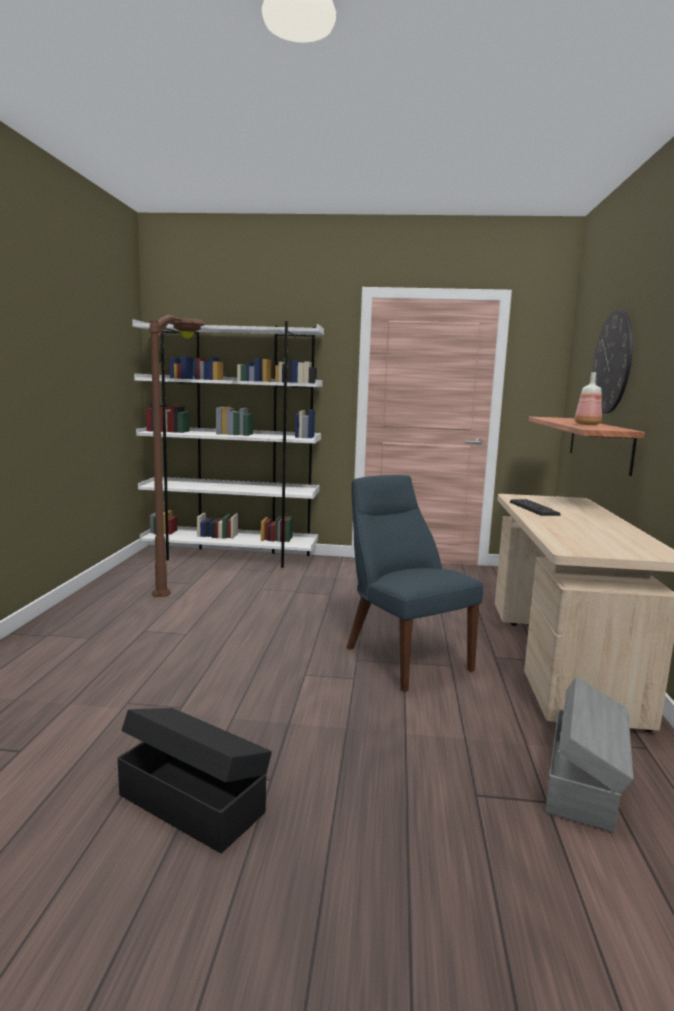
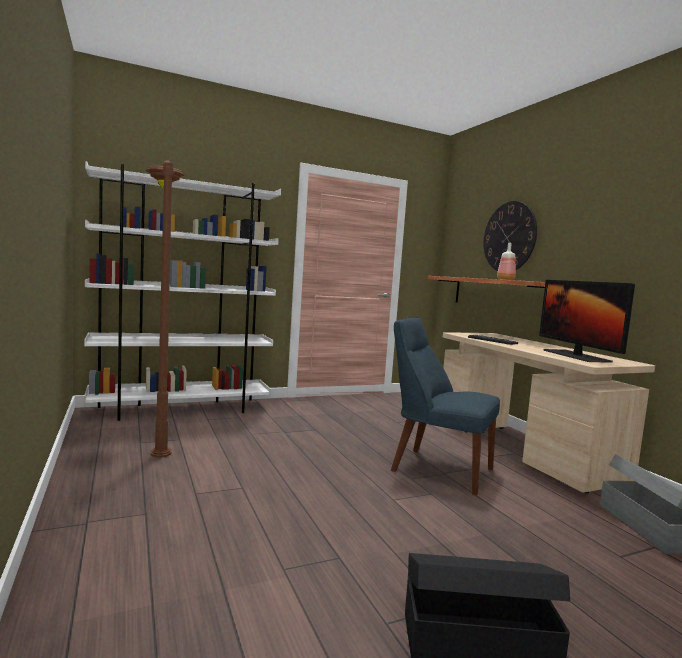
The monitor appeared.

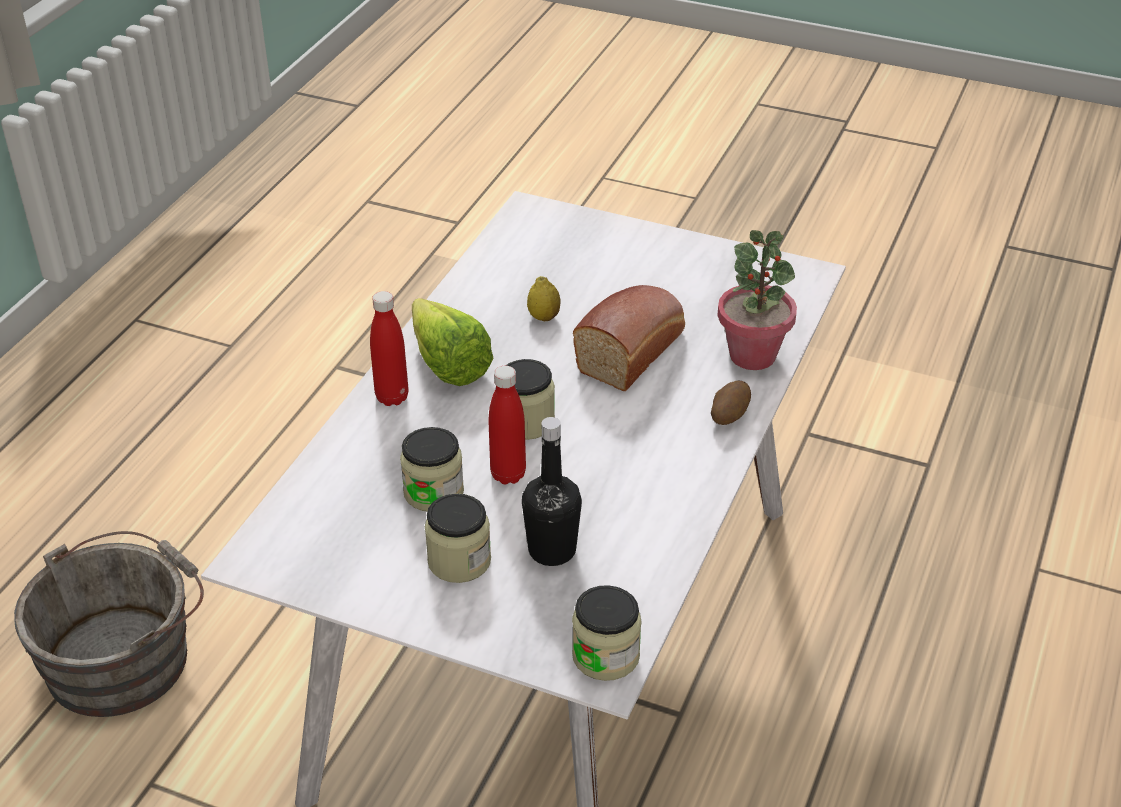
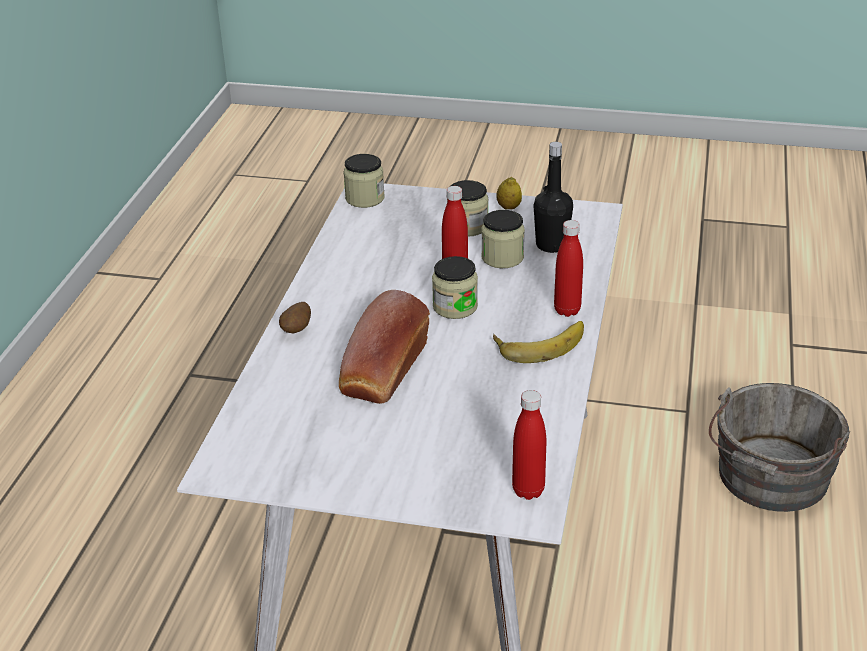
The planta en maceta disappeared.
The botella/rojo (no. 2 from left) appeared.
The botella/negro moved.
The limón moved.
The lechuga was replaced by the plátano.

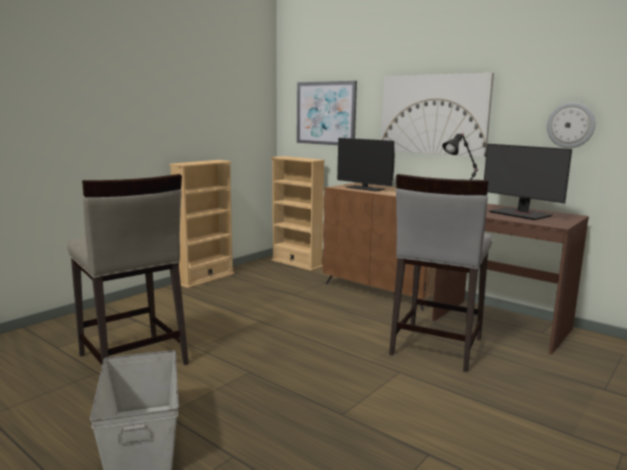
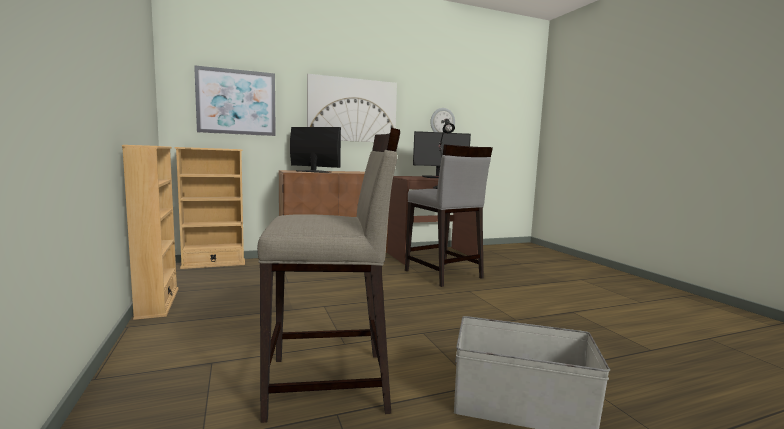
The monitor (no. 1 from left) turned 135 degrees counterclockwise.

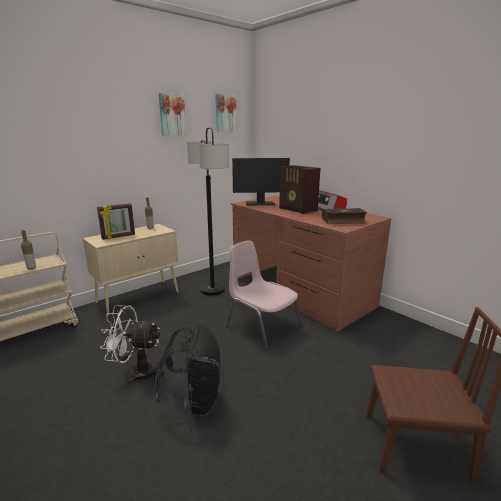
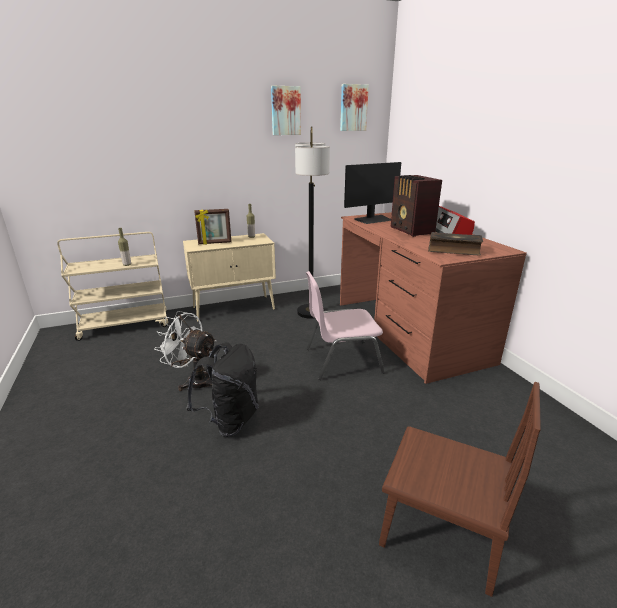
The silla/rosa turned 75 degrees counterclockwise.
The monitor turned 135 degrees clockwise.

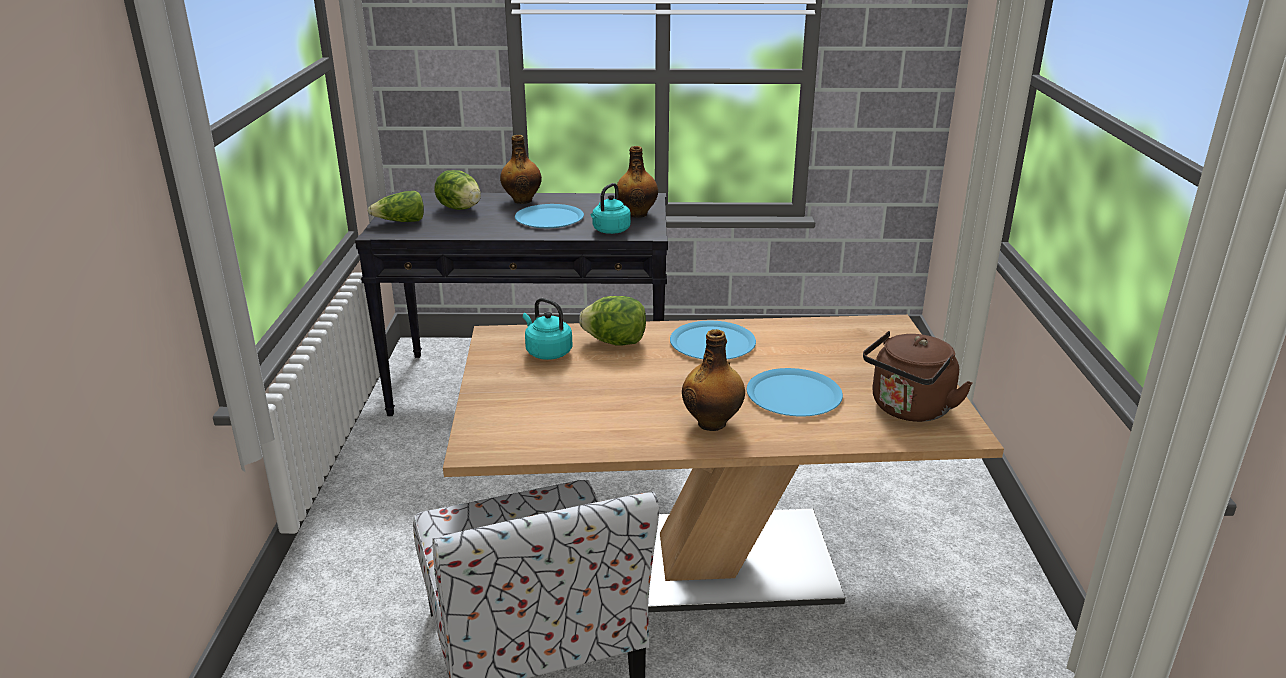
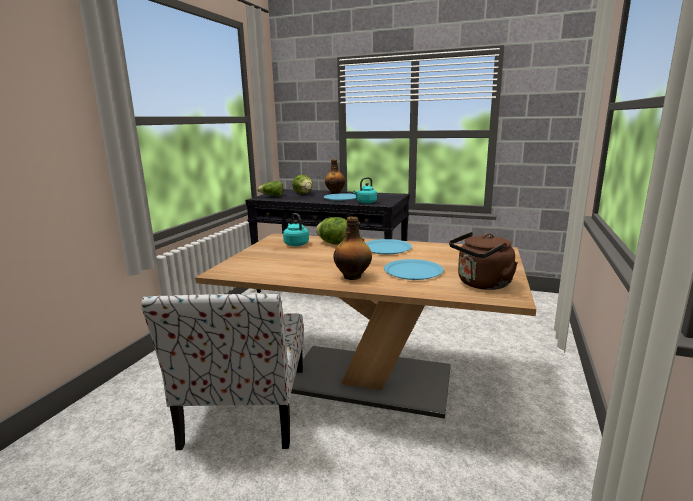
The botella (no. 2 from left) disappeared.

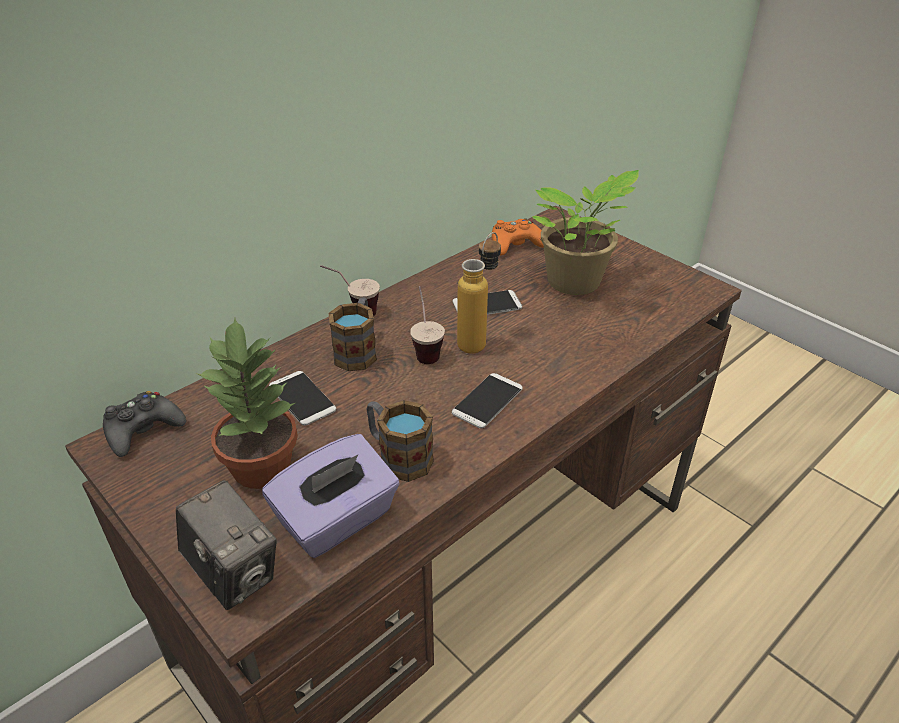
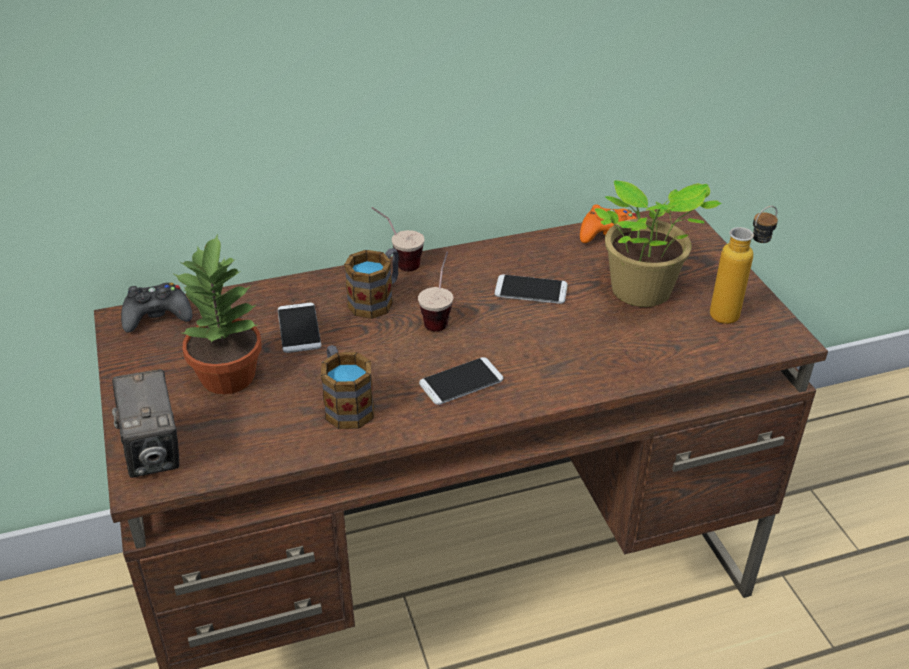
The caja de pañuelos/morado disappeared.
The botella moved.

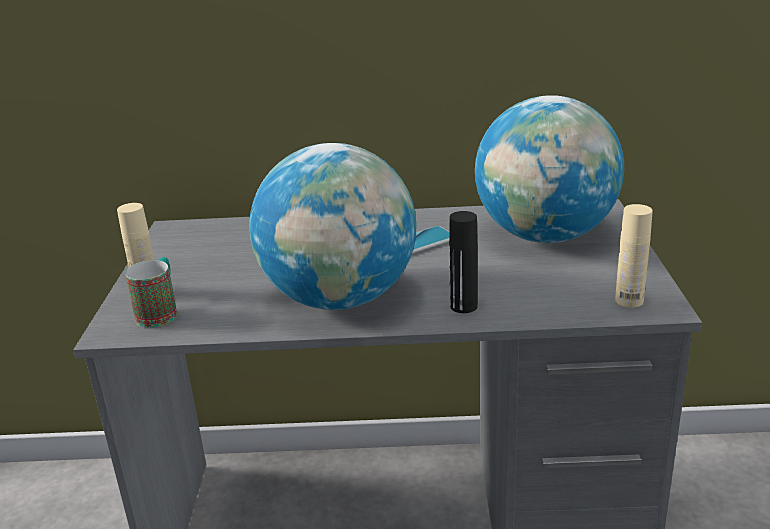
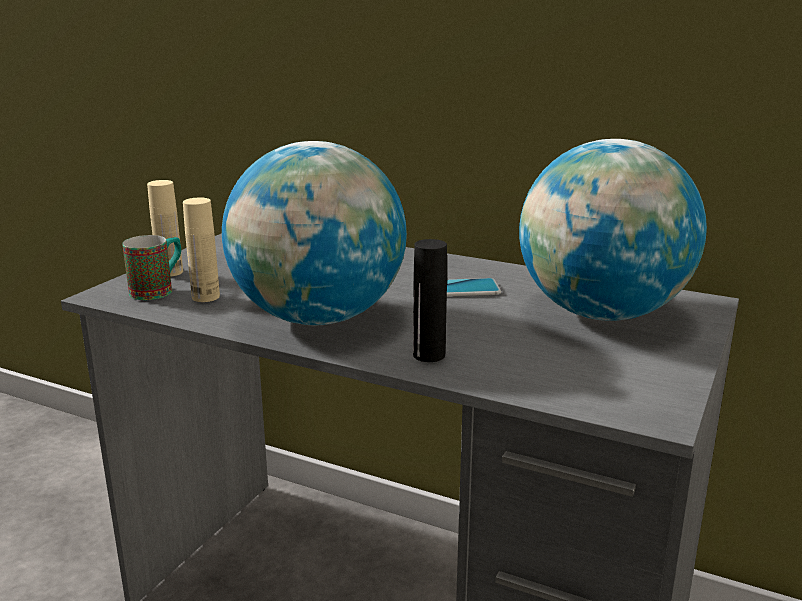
The botella/beis (no. 2 from left) moved.

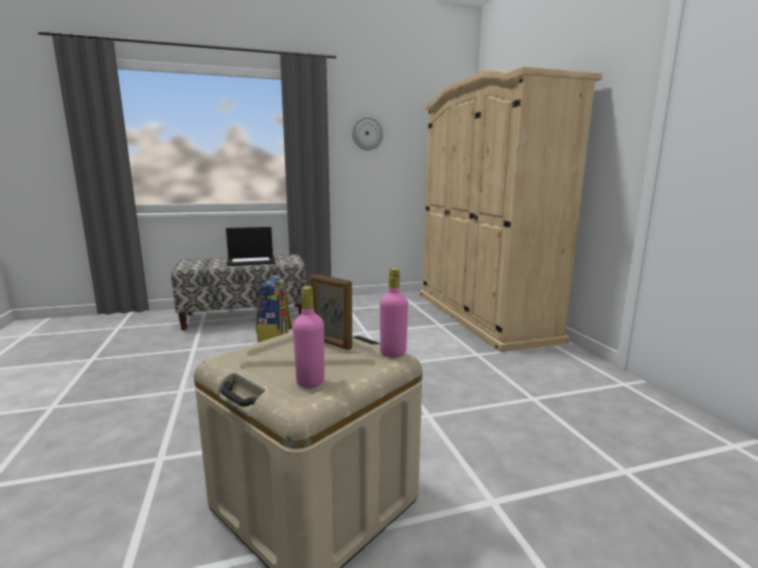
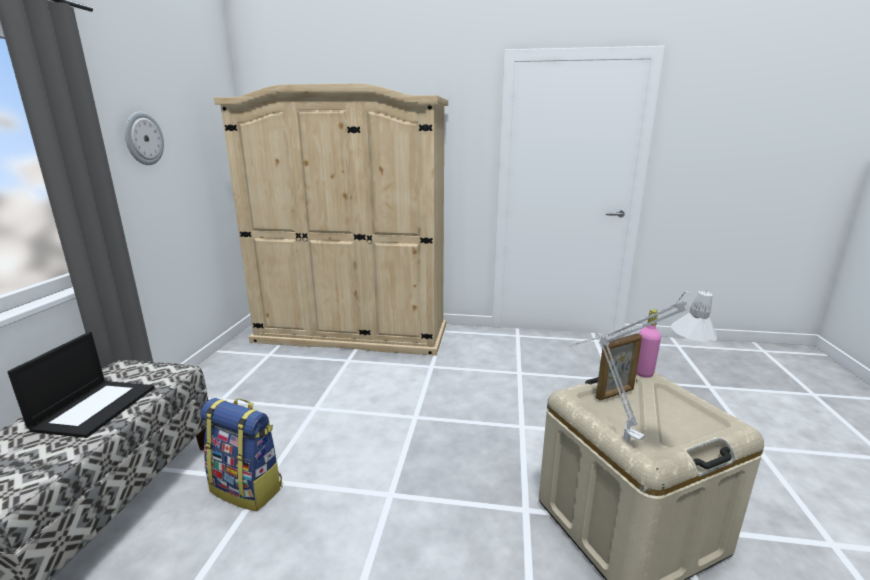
The botella/rosa (no. 1 from left) disappeared.
The lámpara de mesa/gris appeared.

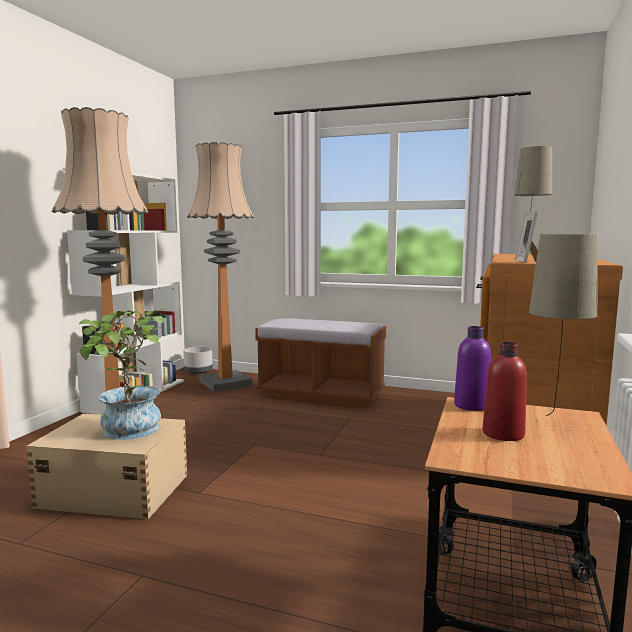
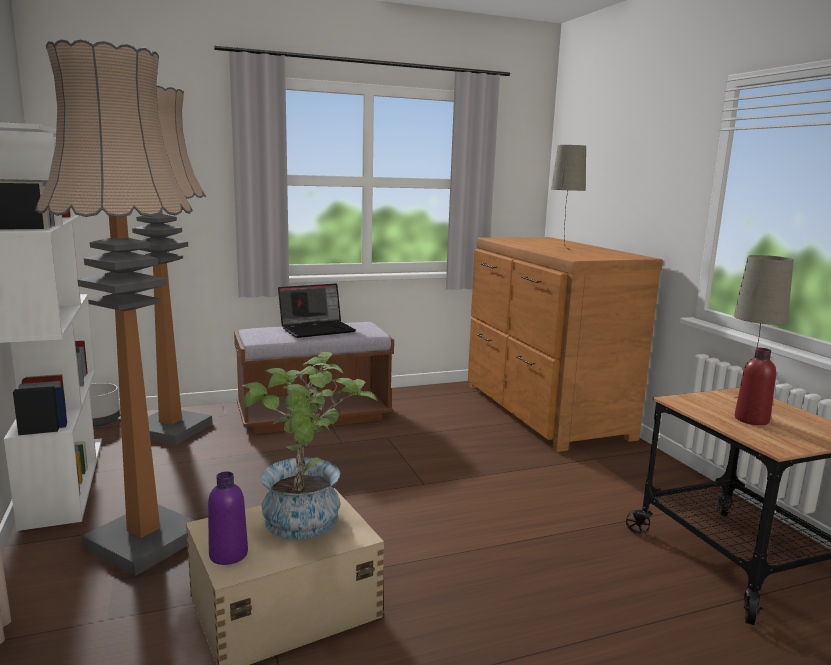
The portarretratos disappeared.
The portátil appeared.
The botella/morado moved.

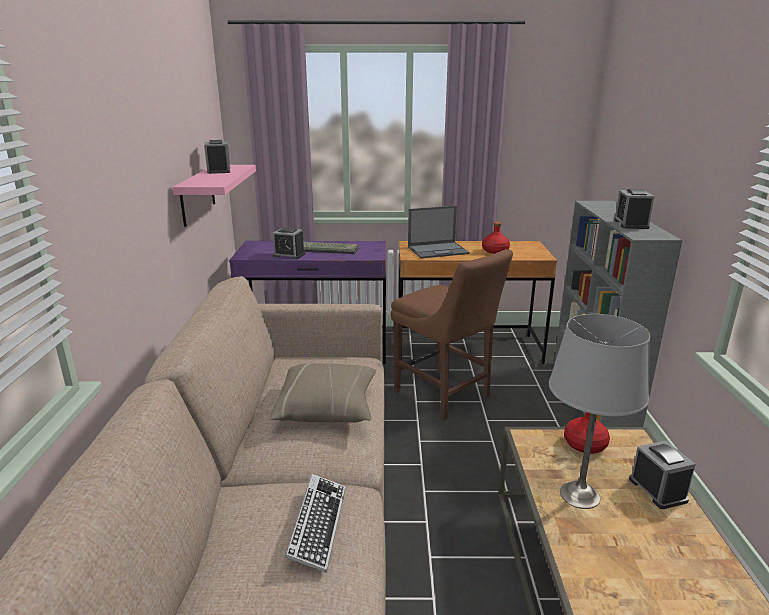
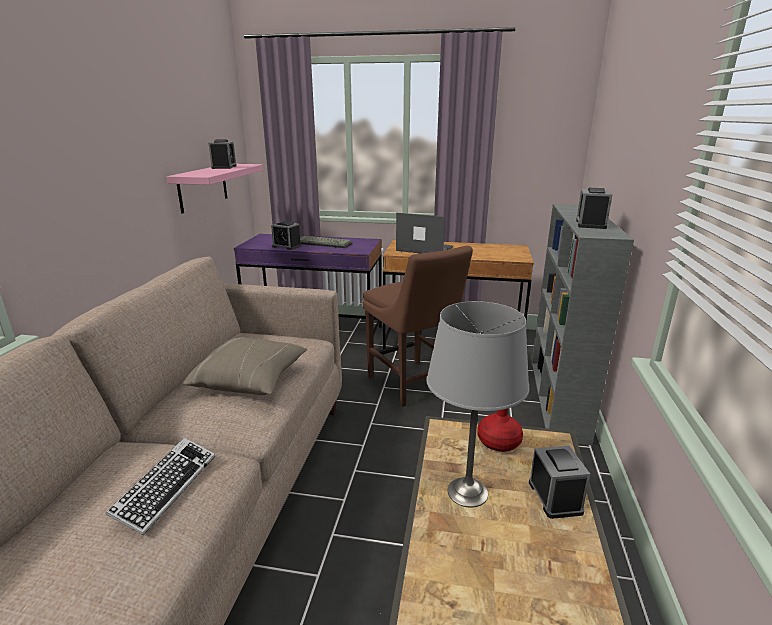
The botella/rojo (no. 1 from left) disappeared.
The portátil turned 150 degrees counterclockwise.

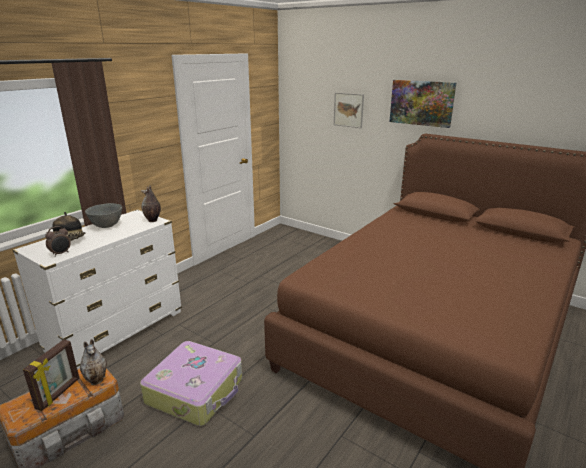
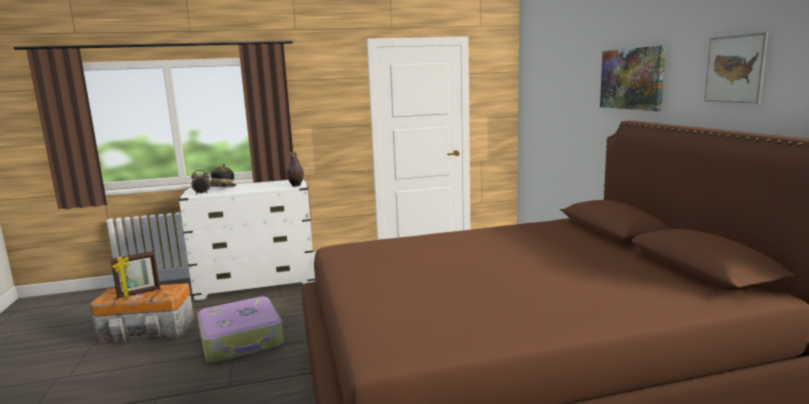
The florero (no. 1 from left) disappeared.
The cuenco/gris disappeared.
The cuadro (no. 1 from left in the first image) moved.

